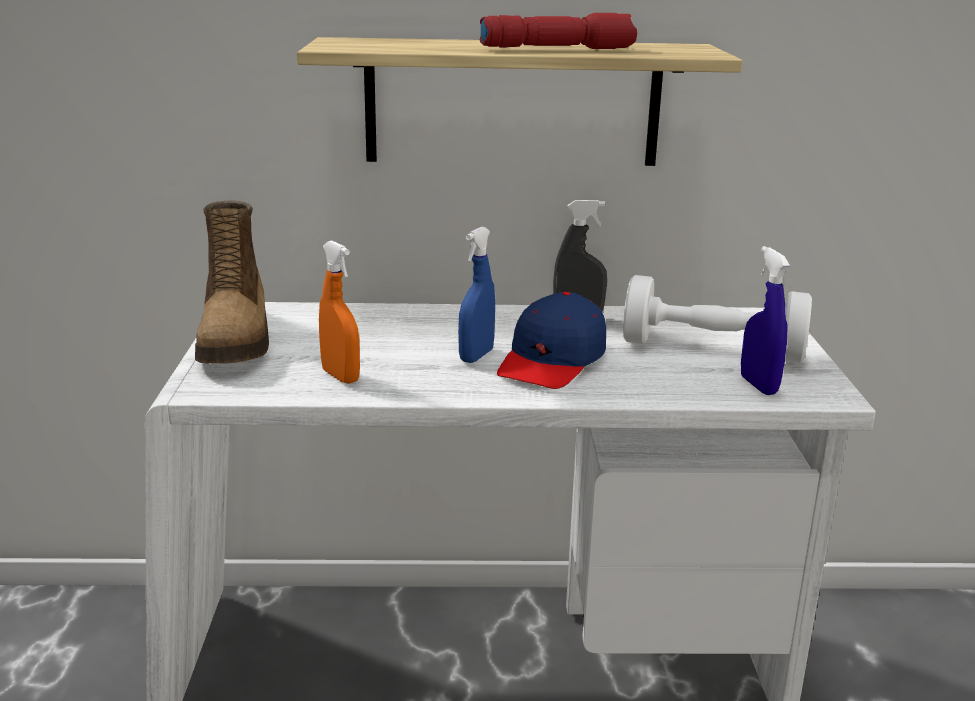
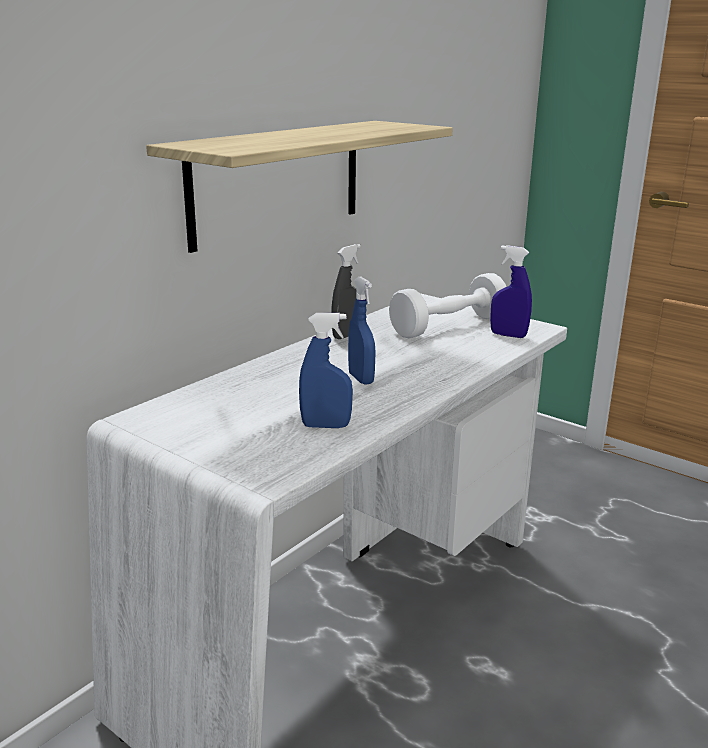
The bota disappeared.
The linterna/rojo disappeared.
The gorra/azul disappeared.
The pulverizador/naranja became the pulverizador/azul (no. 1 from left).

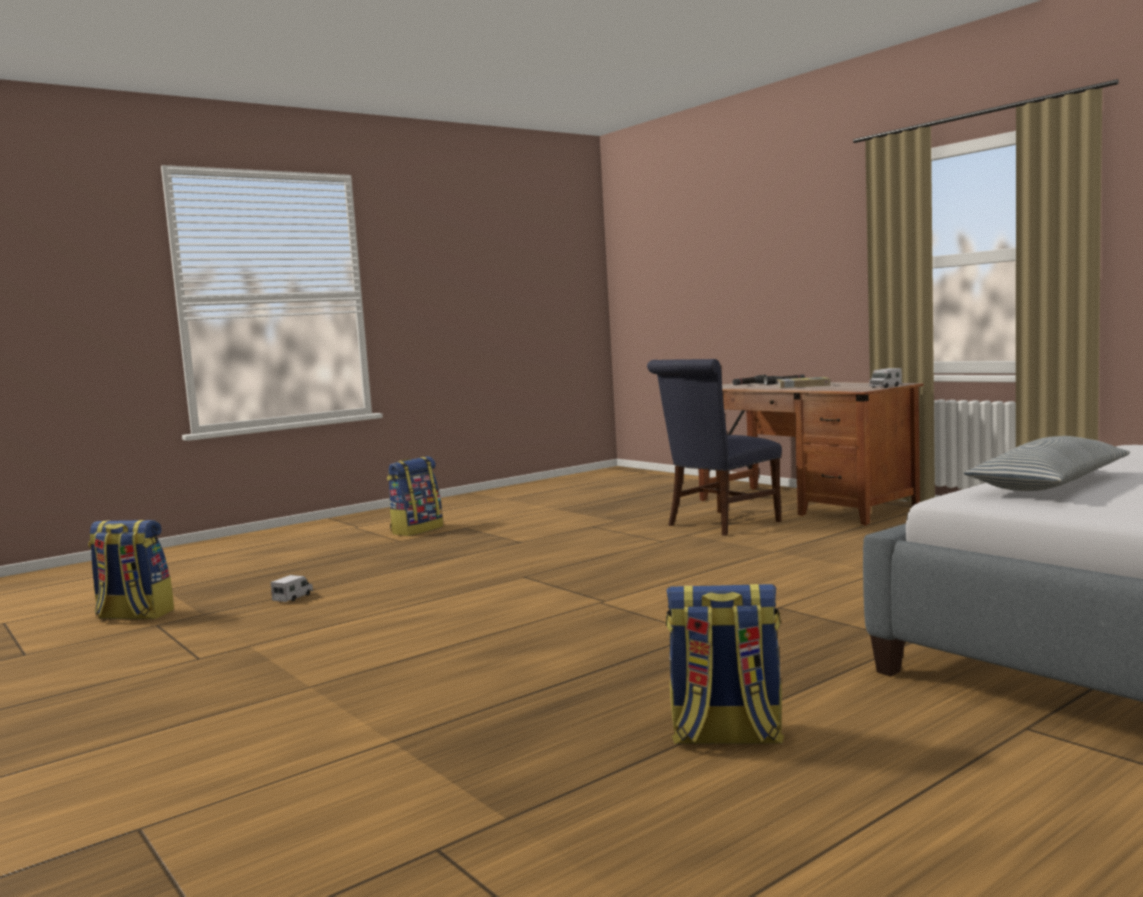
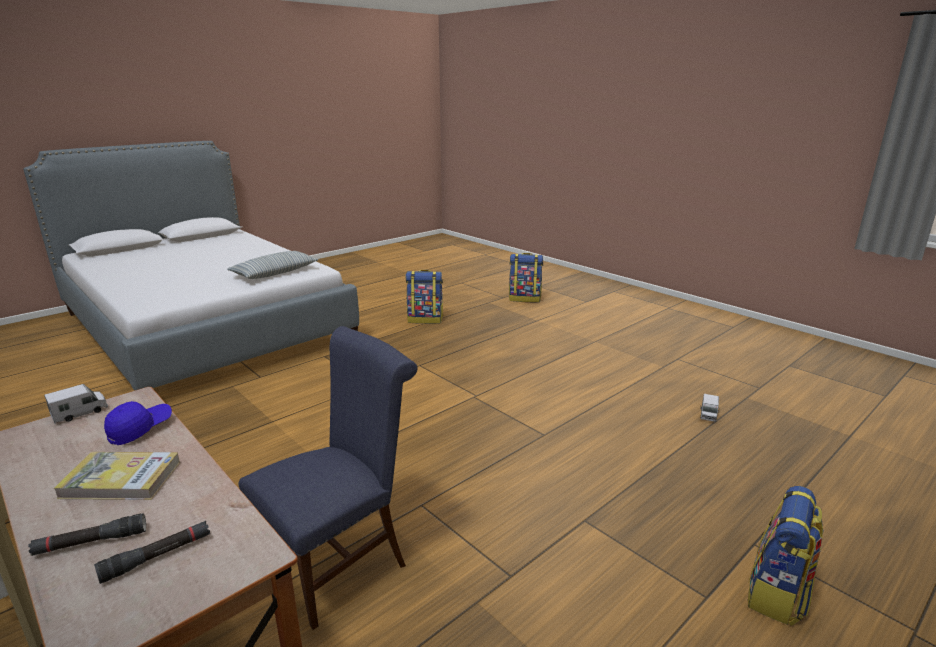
The gorra/azul appeared.
The mochila (no. 1 from left in the first image) moved.

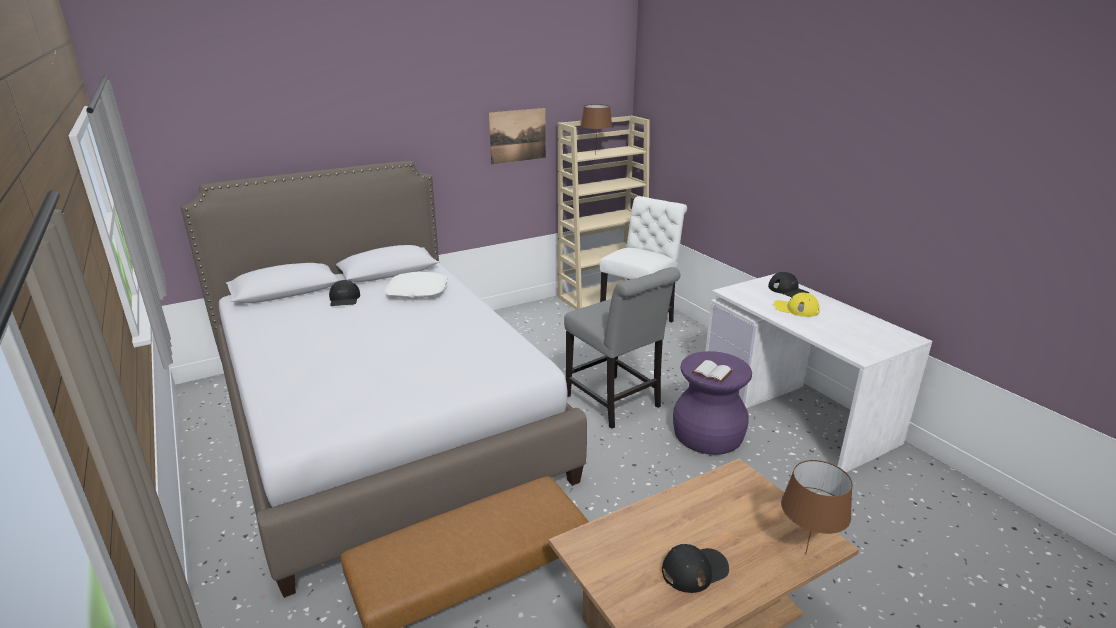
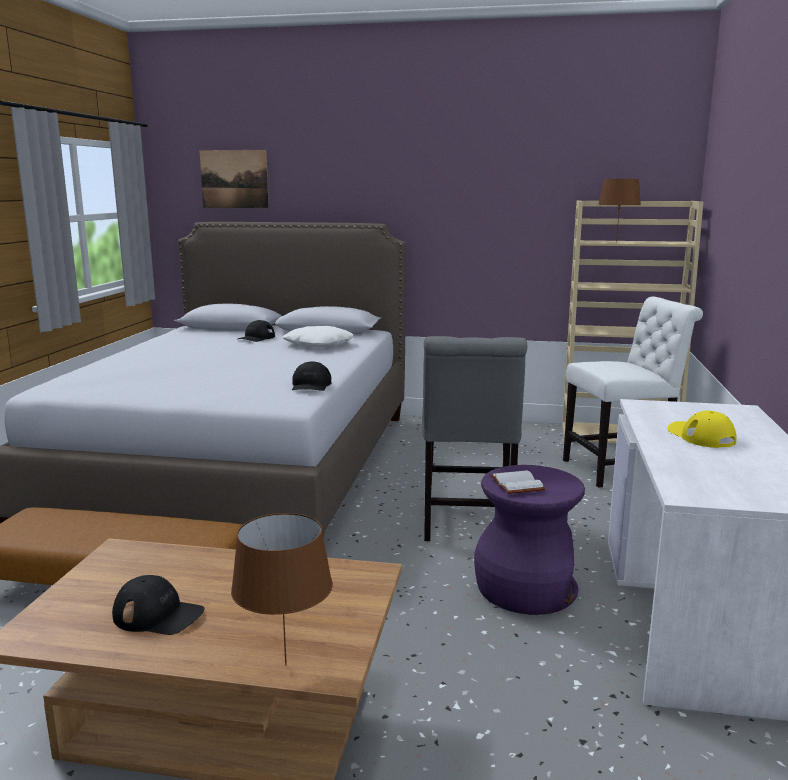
The cuadro moved.
The gorra/negro (no. 3 from left) moved.

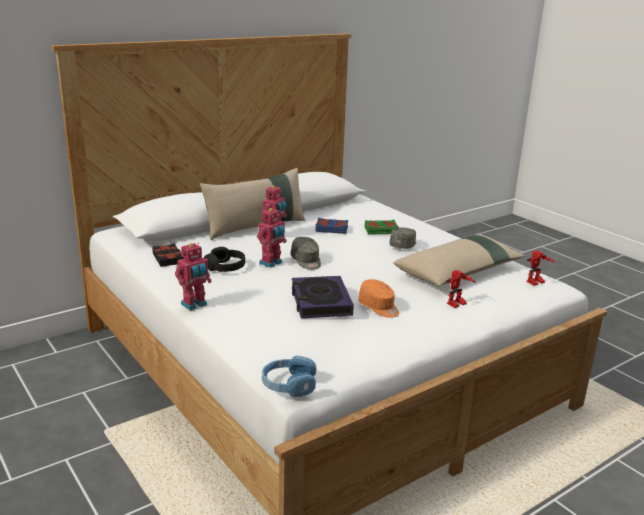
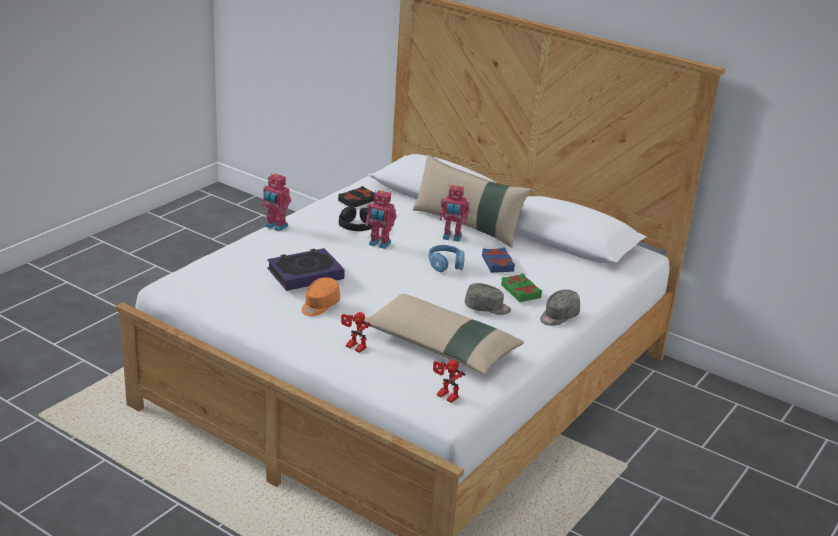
The auriculares/azul moved.
The gorra/gris (no. 1 from left in the first image) moved.

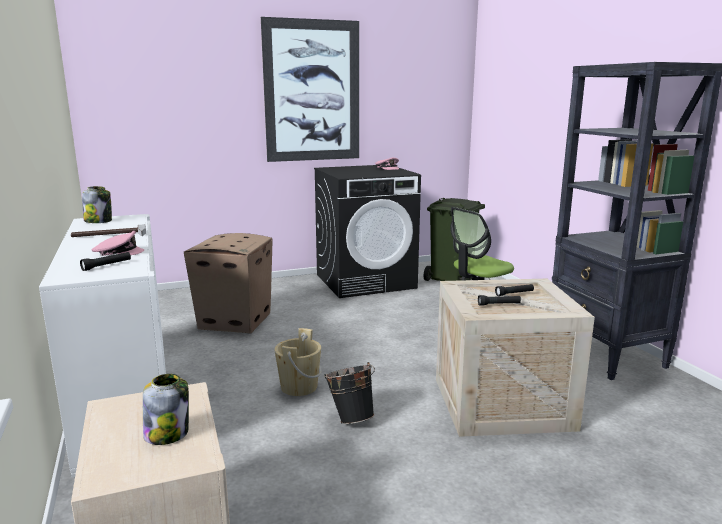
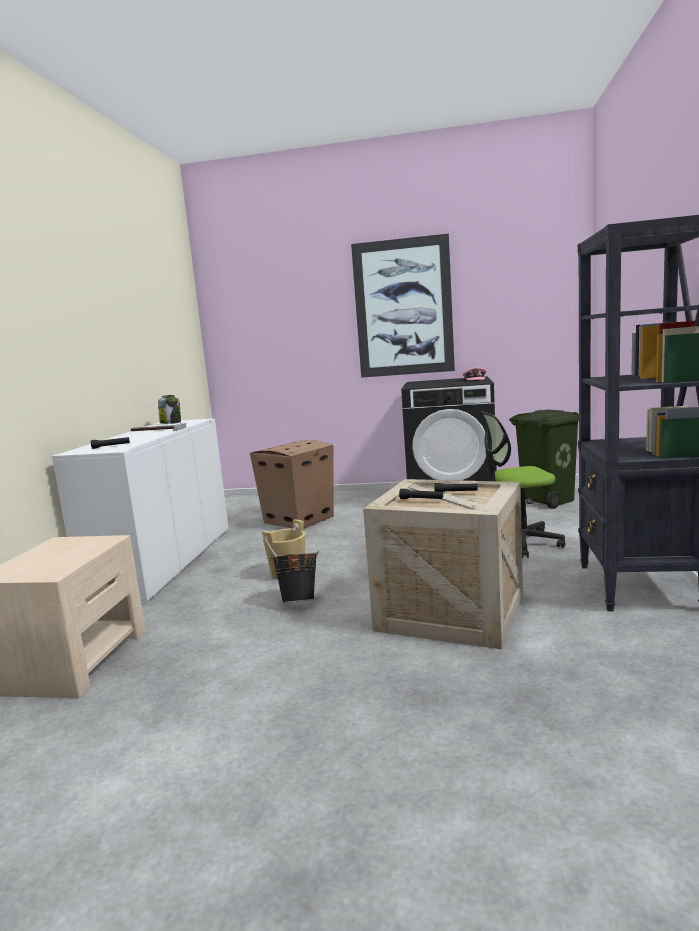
The gorra/rosa (no. 1 from left) disappeared.
The tarro (no. 2 from left) disappeared.

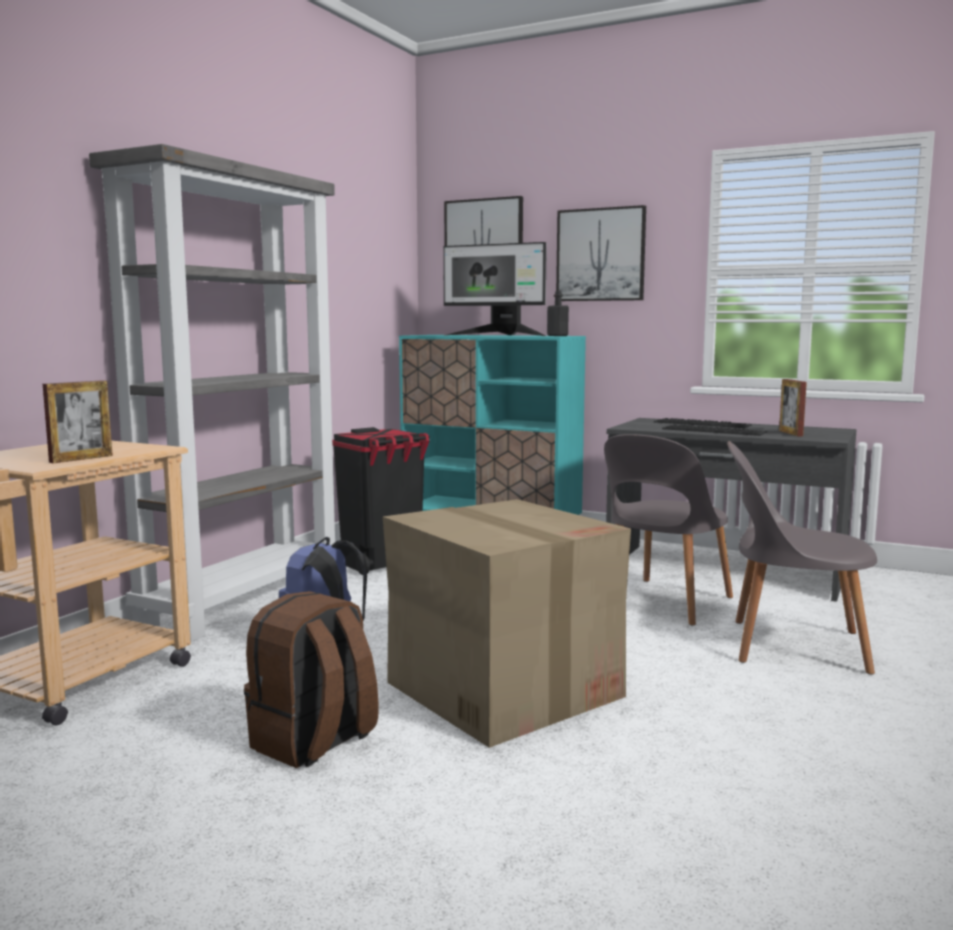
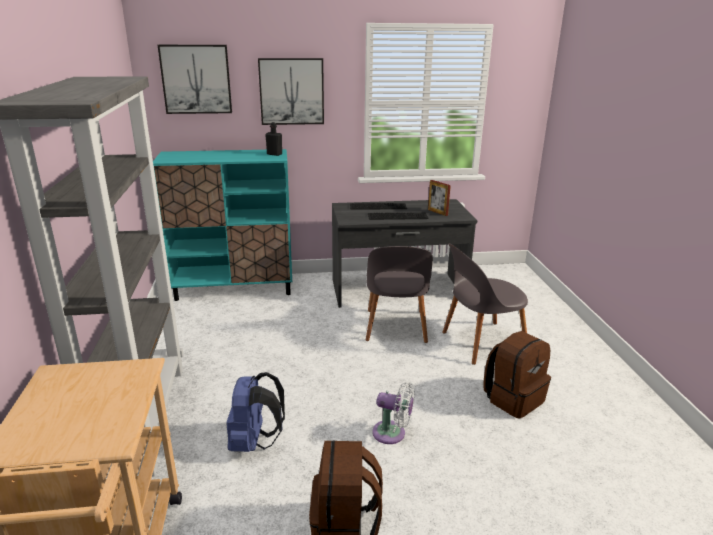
The portarretratos (no. 1 from left) disappeared.
The papelera/negro disappeared.
The monitor disappeared.
The mochila/marrón (no. 2 from left) appeared.
The caja de cartón was replaced by the ventilador/blanco.

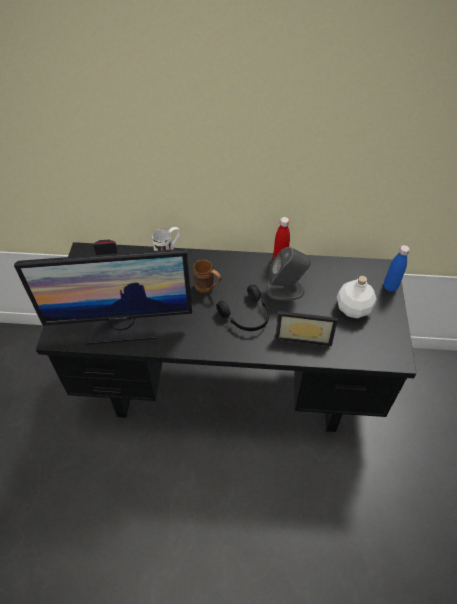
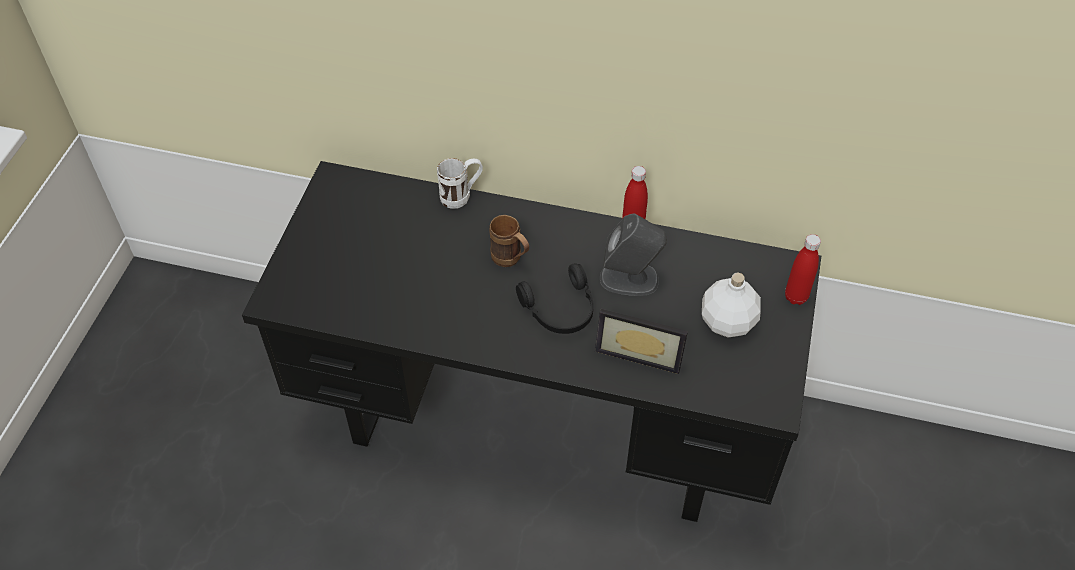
The monitor disappeared.
The botella/azul became the botella/rojo (no. 2 from left).

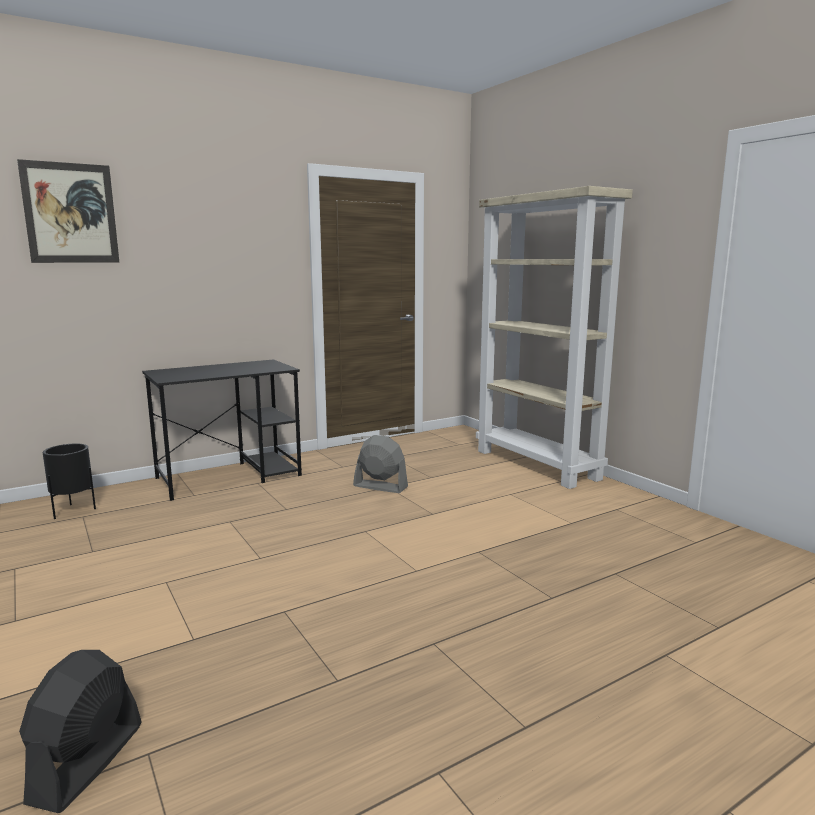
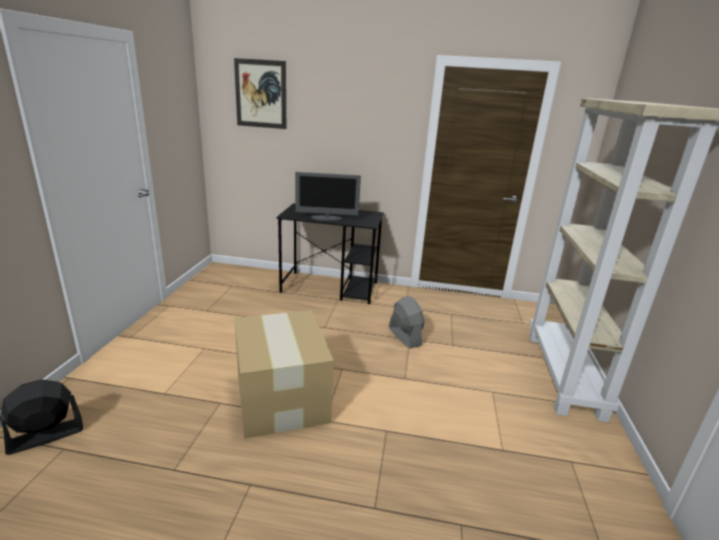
The maceta/negro disappeared.
The caja de cartón appeared.
The monitor appeared.

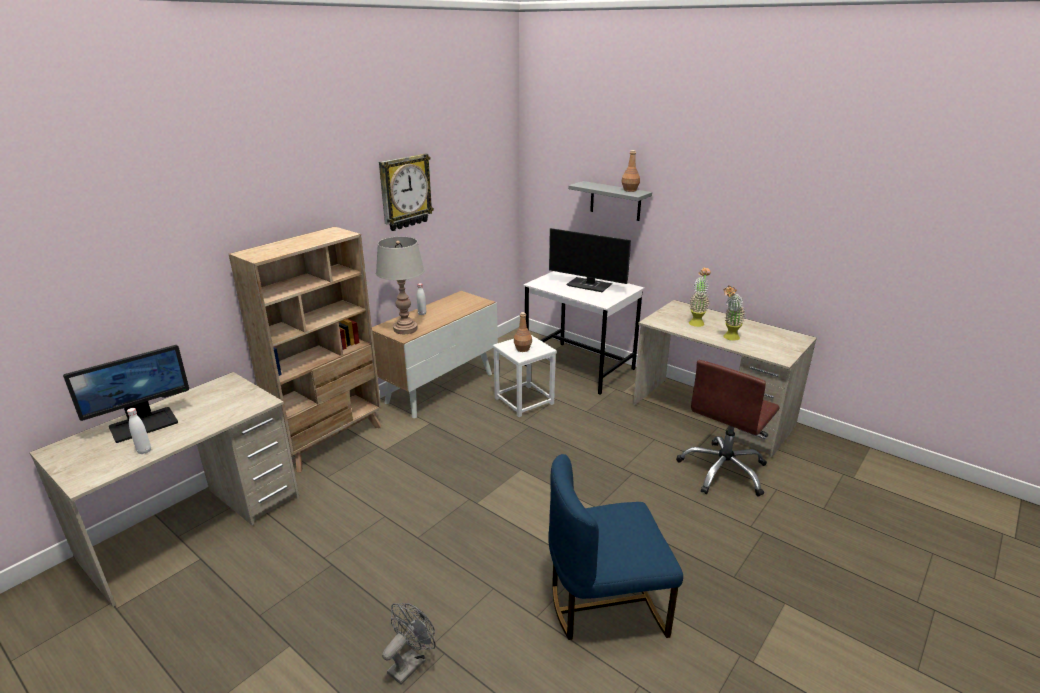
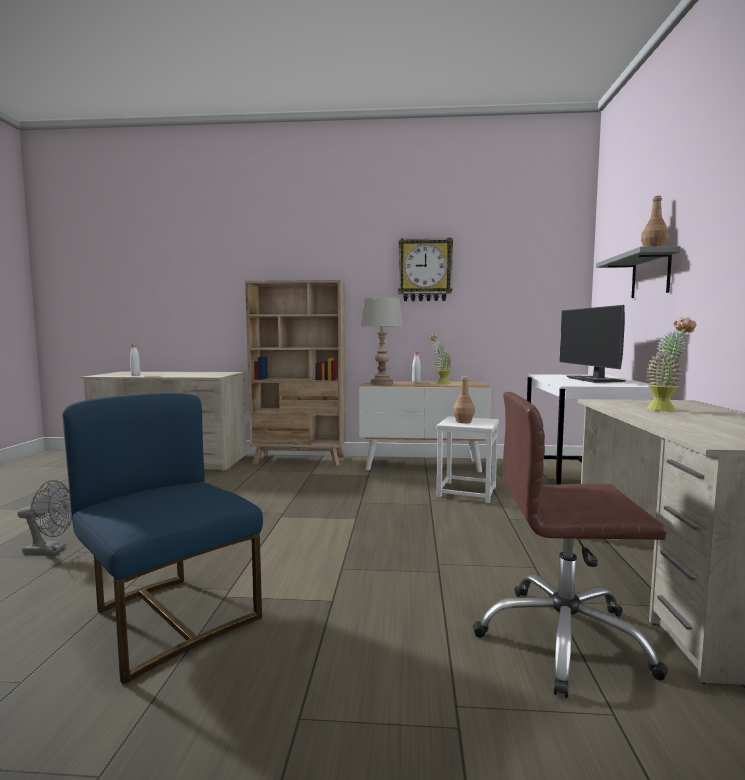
The monitor (no. 1 from left) disappeared.
The planta en maceta (no. 2 from left in the first image) moved.

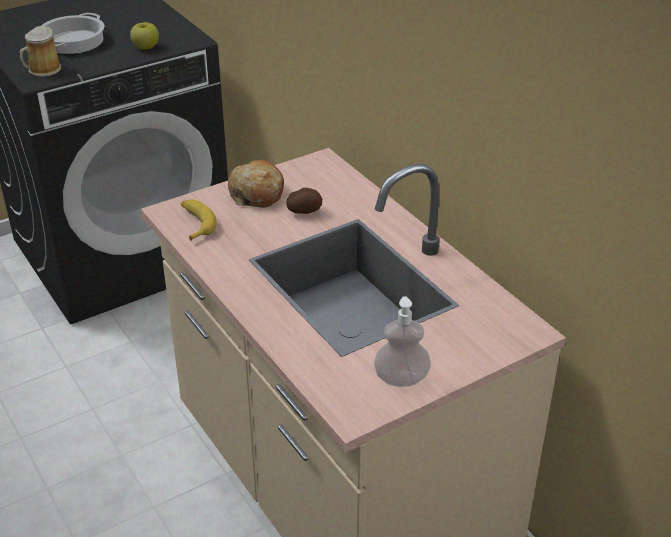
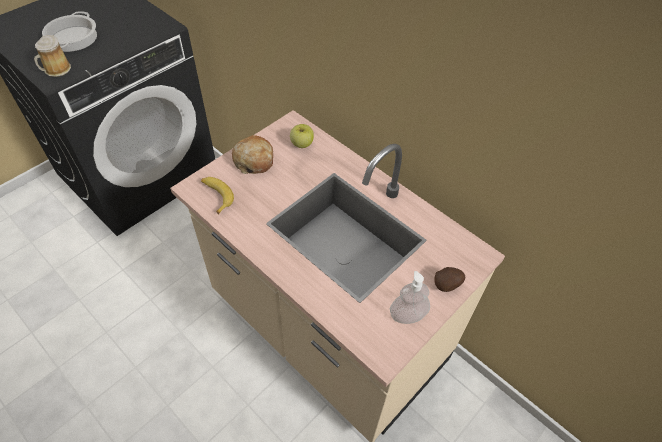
The manzana moved.
The patata moved.

